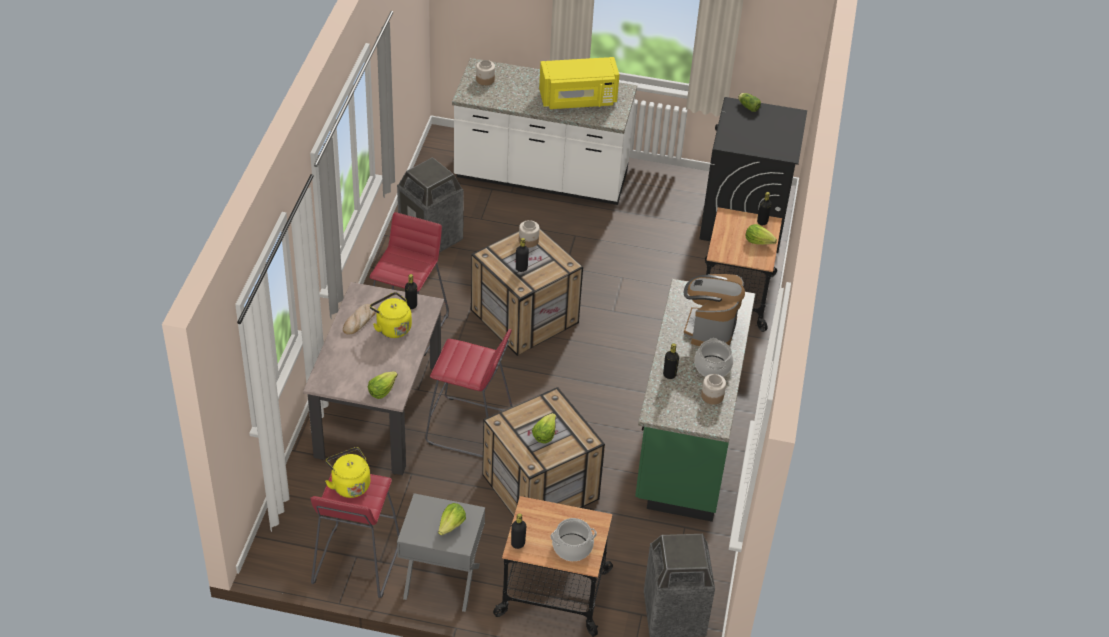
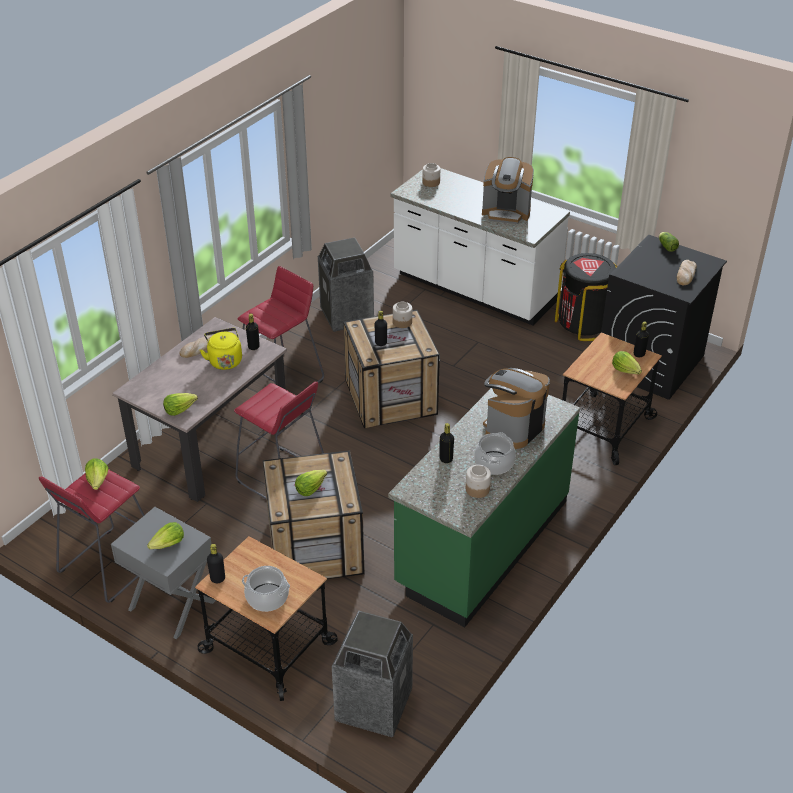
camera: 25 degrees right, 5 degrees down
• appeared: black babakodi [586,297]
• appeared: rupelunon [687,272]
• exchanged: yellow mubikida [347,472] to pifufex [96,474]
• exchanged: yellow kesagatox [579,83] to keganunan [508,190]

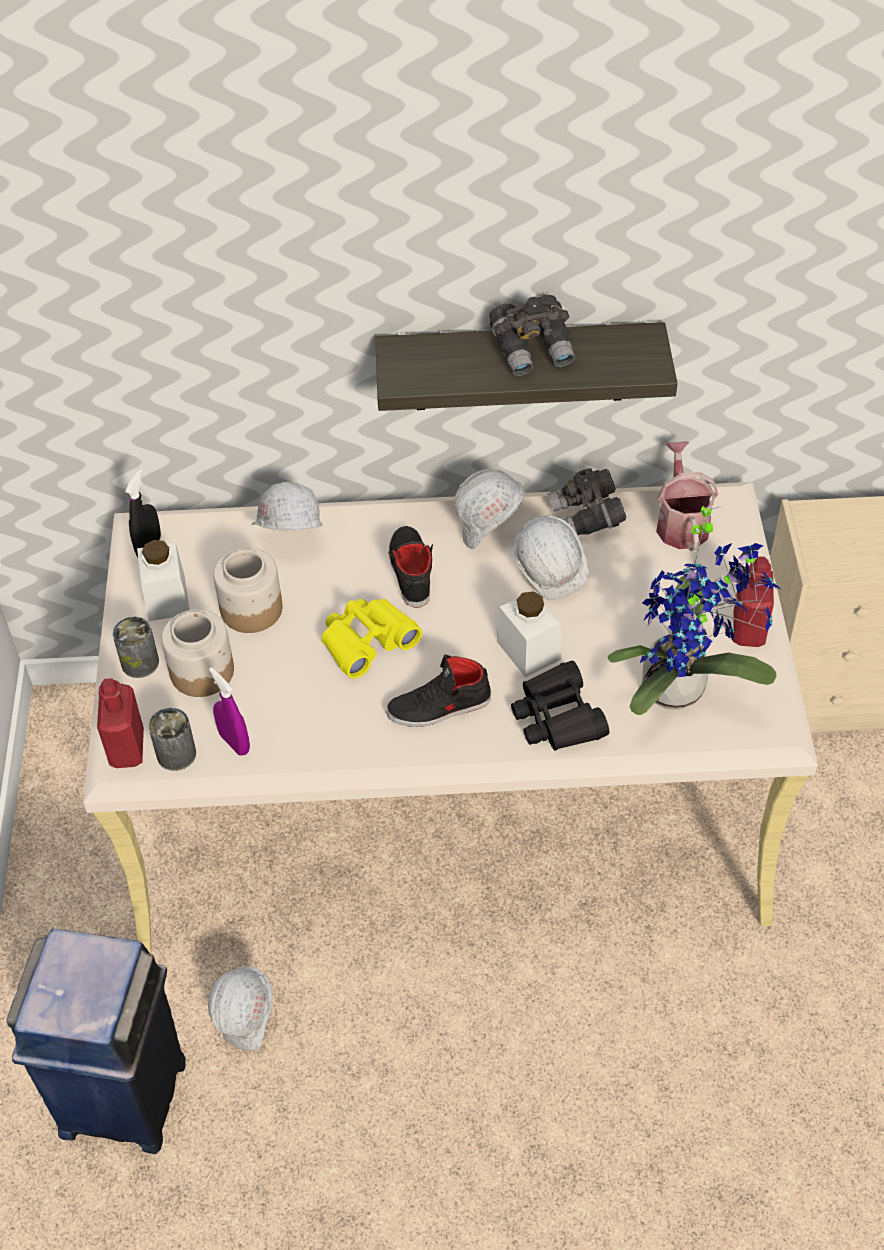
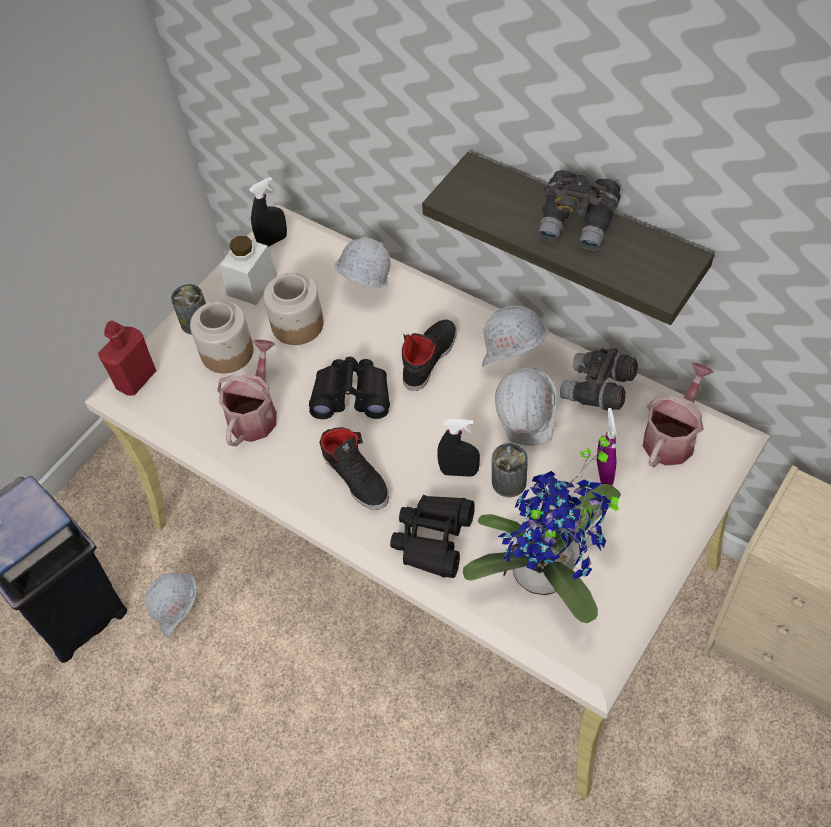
camera: 40 degrees right, 5 degrees up
• missing: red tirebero [753,601]
• appeared: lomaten [247,393]
• relocated: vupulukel [172,739] to [510,470]
• relocated: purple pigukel [229,711] to [607,446]
• exchanged: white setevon [529,634] to black pigukel [458,448]
• colour: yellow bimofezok [371,639] to black bimofezok [349,388]
• spun: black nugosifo [439,690] = [354,468] 150 degrees counterclockwise

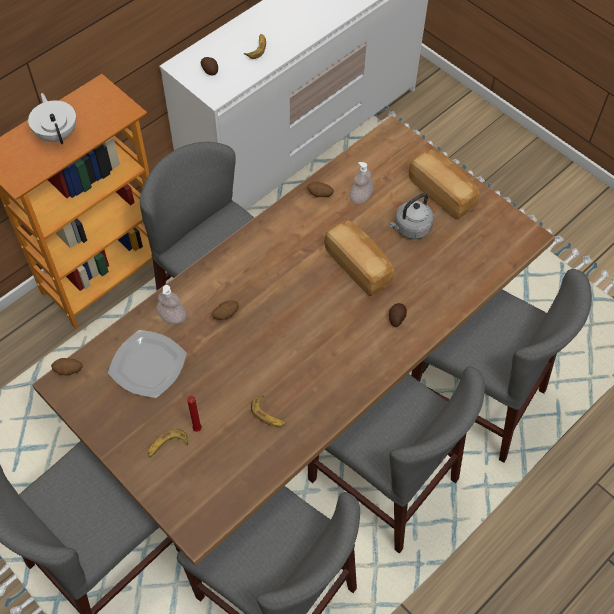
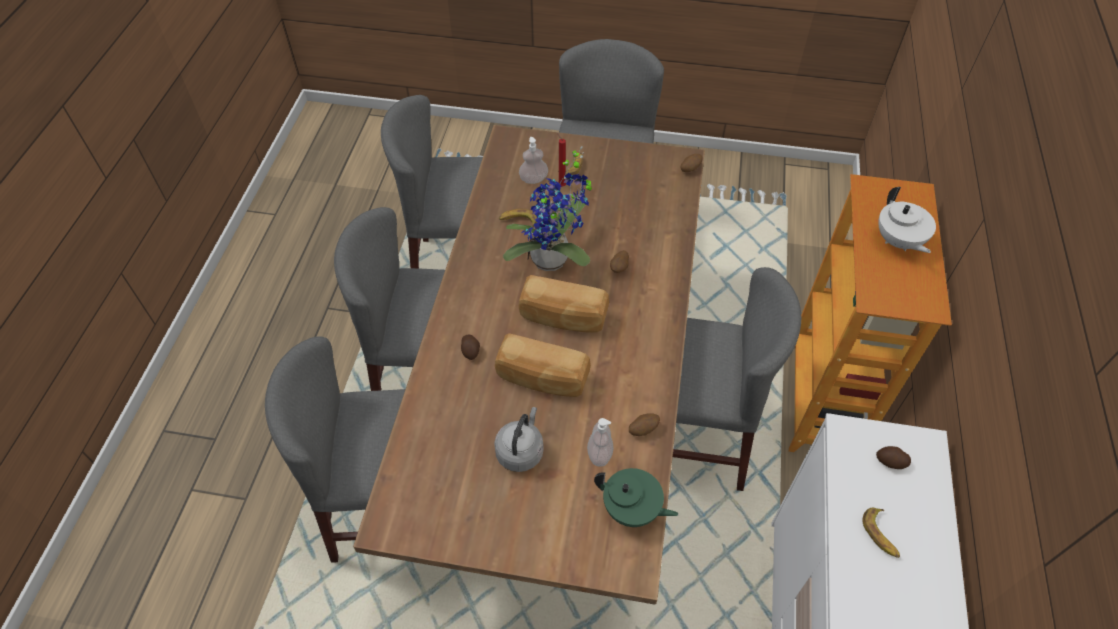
camera: 145 degrees right, 5 degrees down
• missing: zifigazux [147,364]
• appeared: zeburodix [547,208]
• appeared: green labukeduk [636,497]
• relocated: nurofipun [171,304] to [533,160]
• relocated: rupelunon [444,184] to [563,304]
• spun: white labukeduk [52,118] = [907,220] 45 degrees clockwise

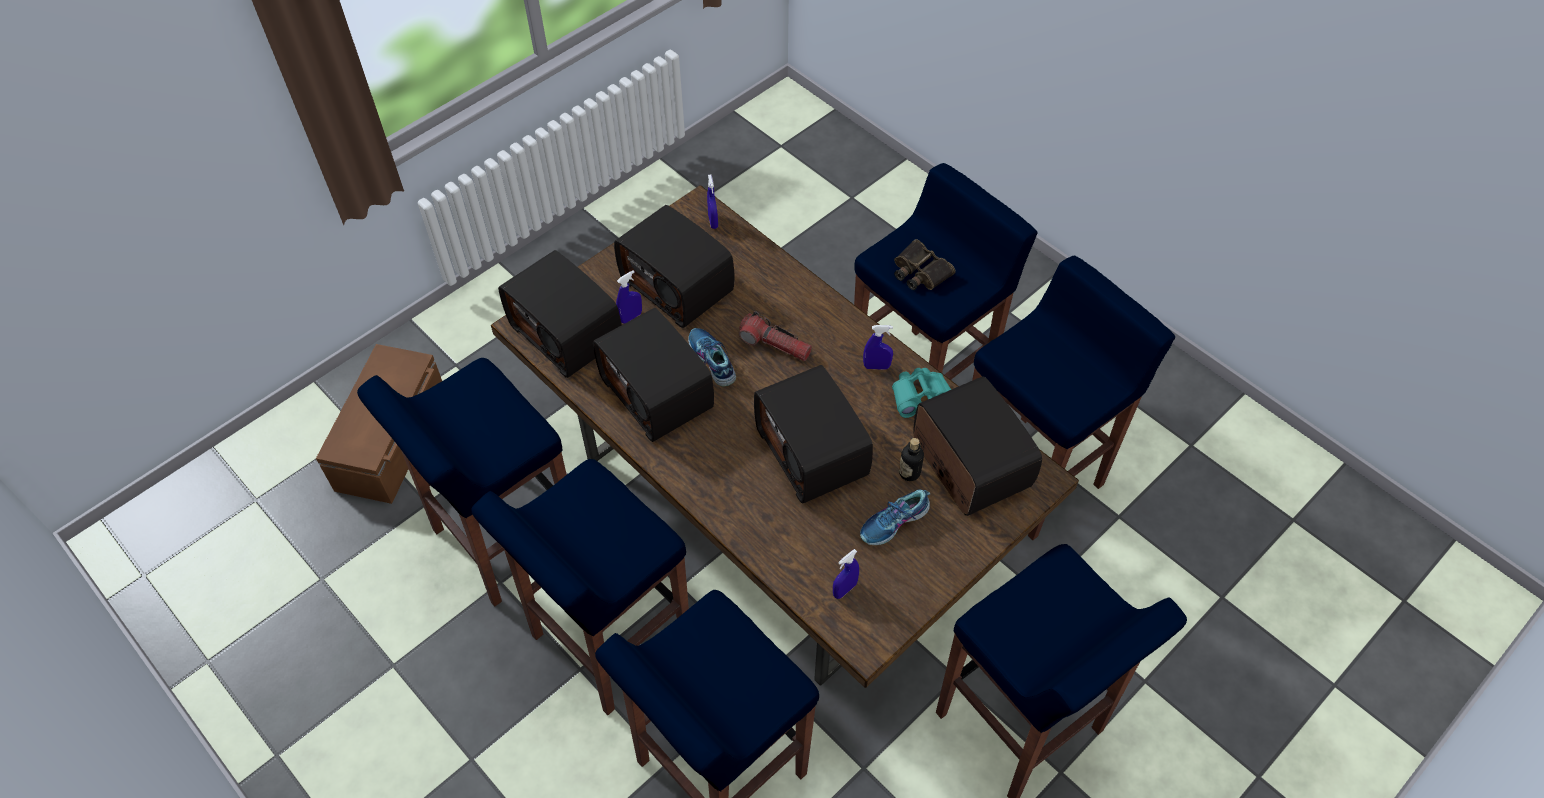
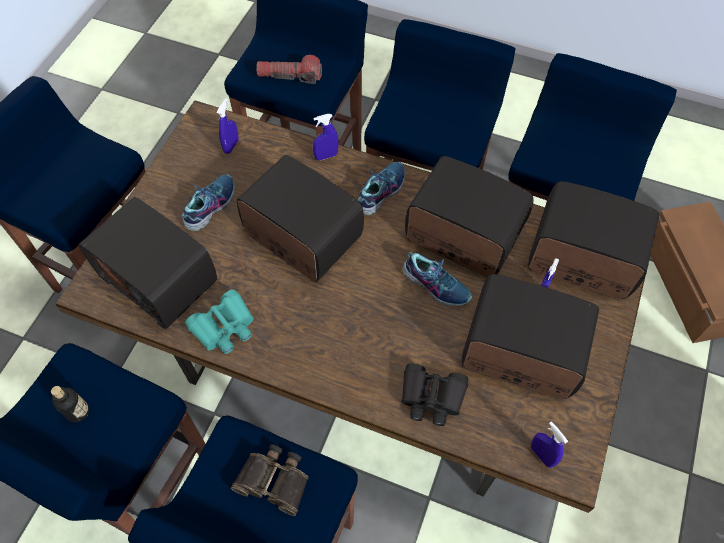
camera: 155 degrees right, 5 degrees up
• appeared: nugosifo [381,189]
• appeared: black bimofezok [434,395]
• relocated: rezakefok [775,336] to [289,69]
• relocated: blue pigukel [878,347] to [326,137]
• relocated: tirebero [911,459] to [70,404]

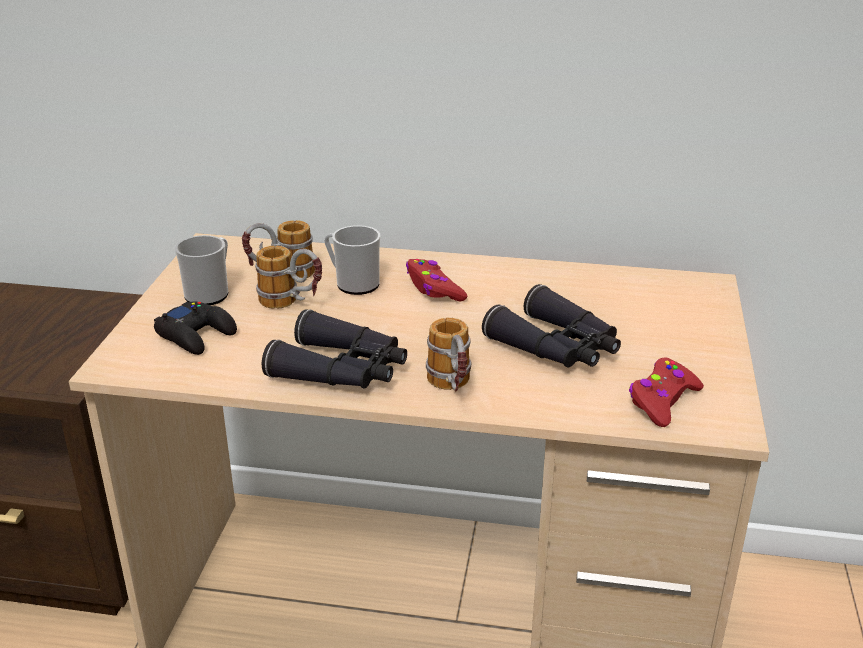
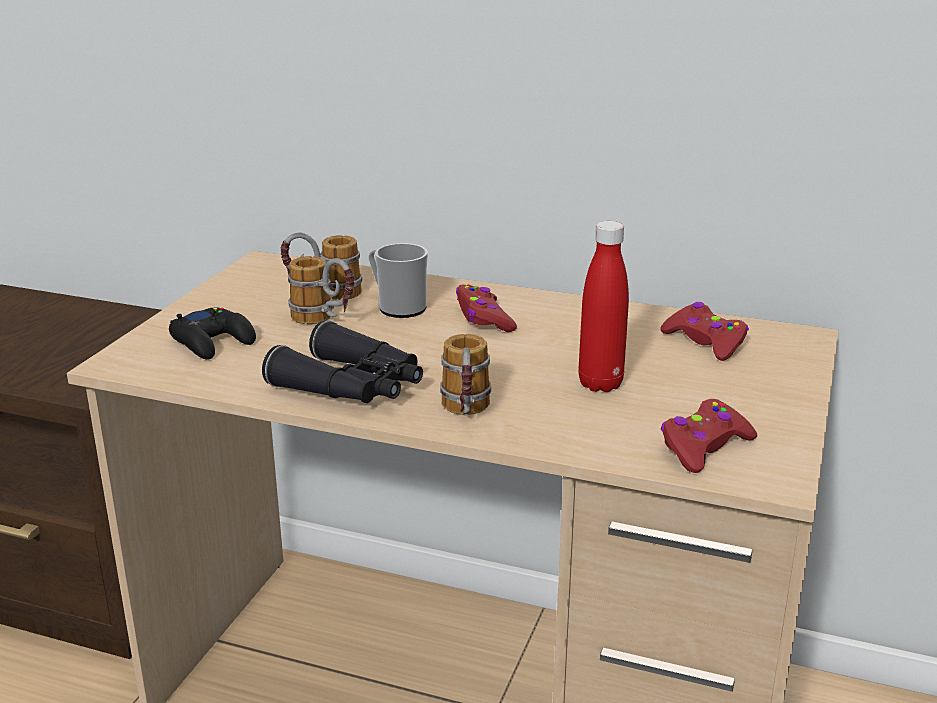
camera: 10 degrees right, 5 degrees down
• missing: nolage [201,270]
• appeared: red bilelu [704,331]
• exchanged: black bimofezok [551,325] to red tirebero [603,306]

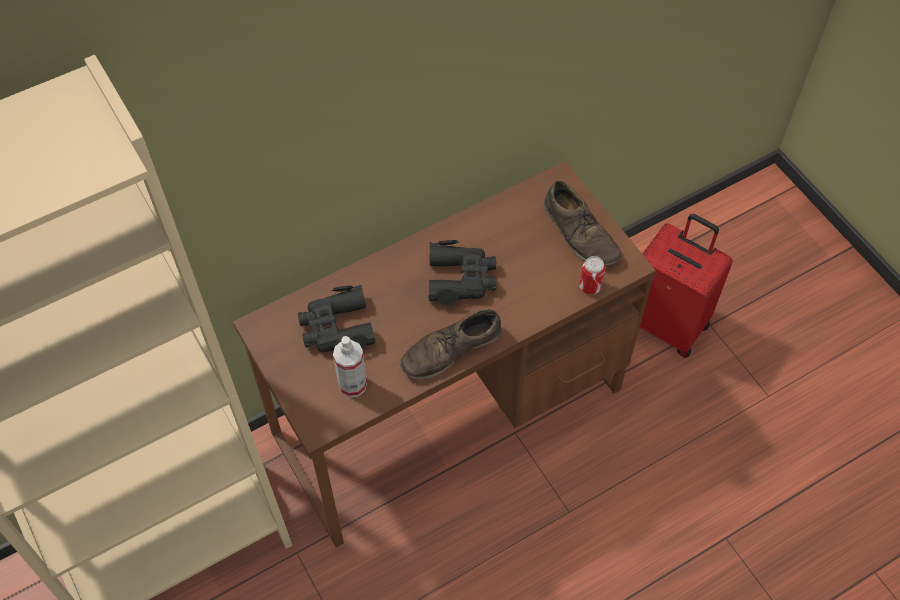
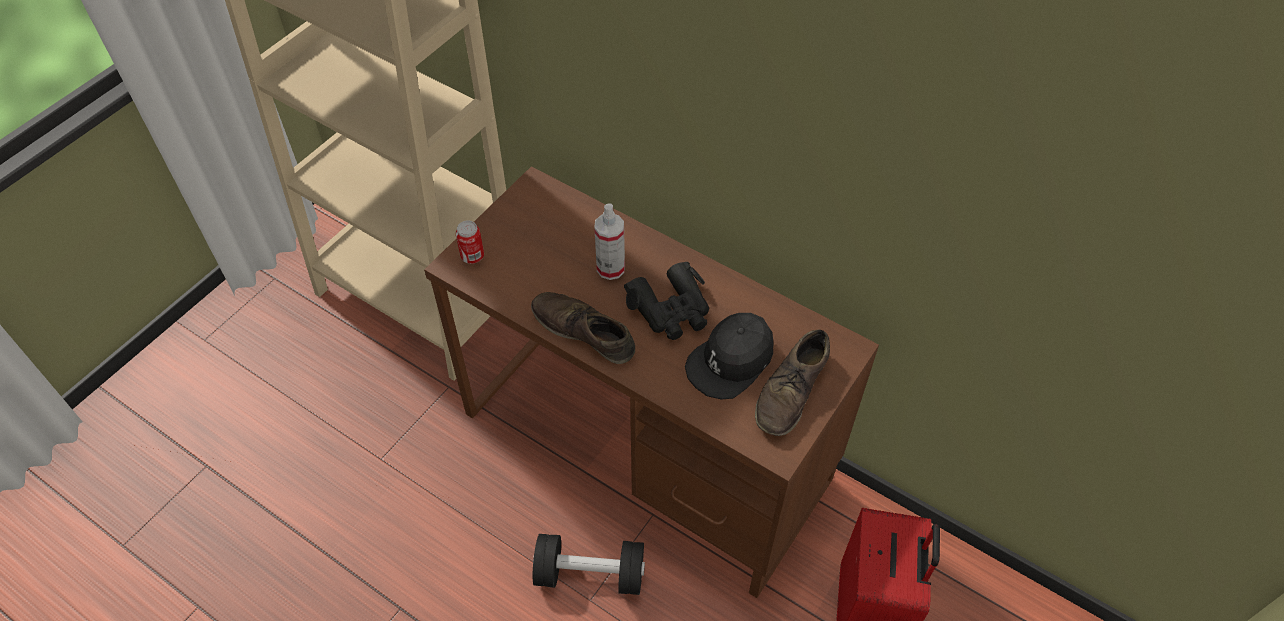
camera: 65 degrees right, 5 degrees down
• missing: black bimofezok [337,318]
• appeared: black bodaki [589,564]
• appeared: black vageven [729,356]
• relocated: pigukel [350,366] to [609,241]
• relocated: vupulukel [592,275] to [470,242]

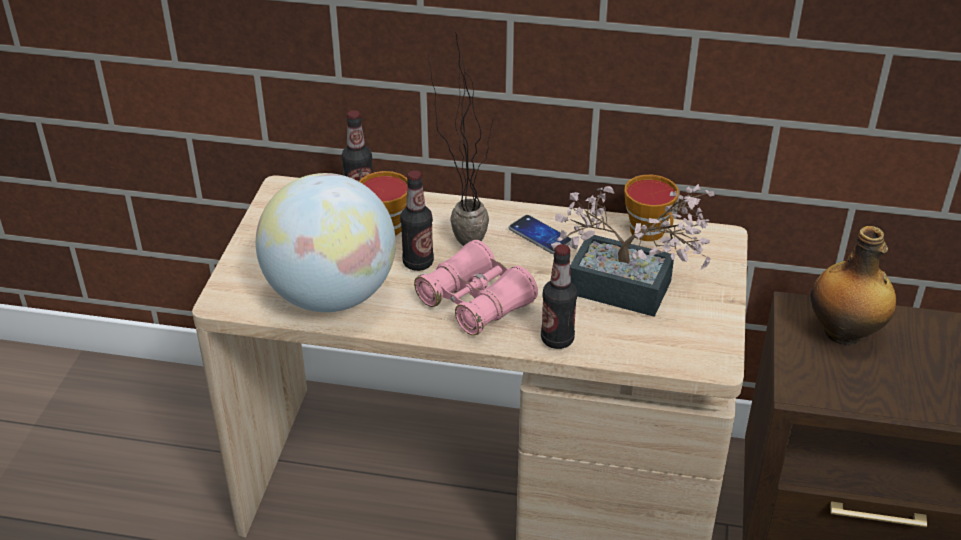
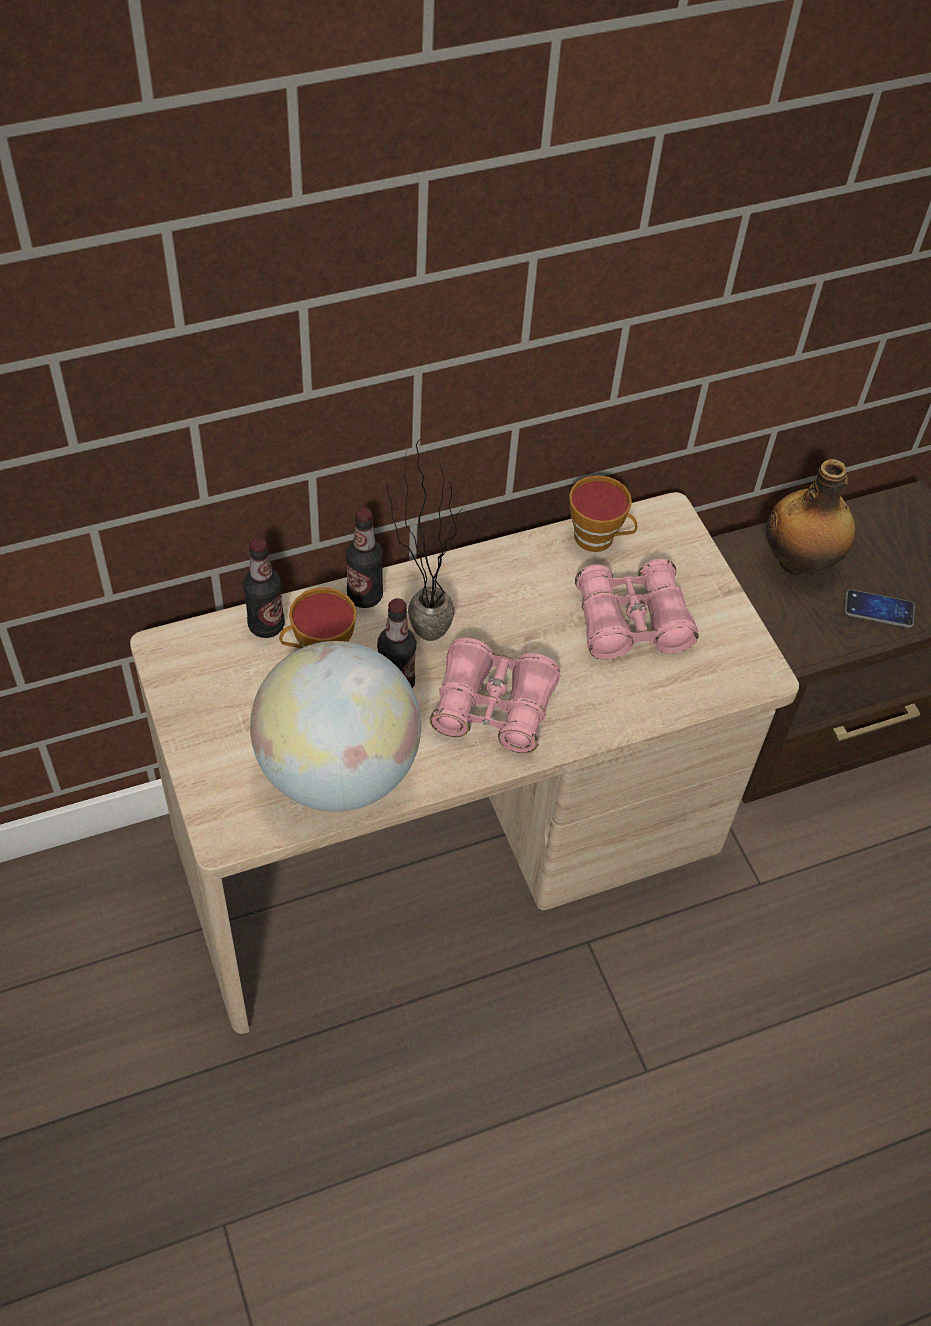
camera: 35 degrees left, 15 degrees up
• relocated: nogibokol [540,234] to [879,608]
• relocated: tirebero [559,296] to [364,558]
• exchanged: zeburodix [633,250] to pink bimofezok [637,609]

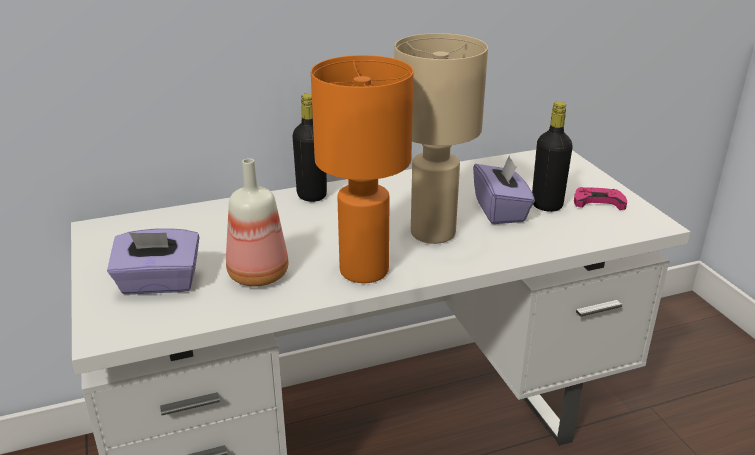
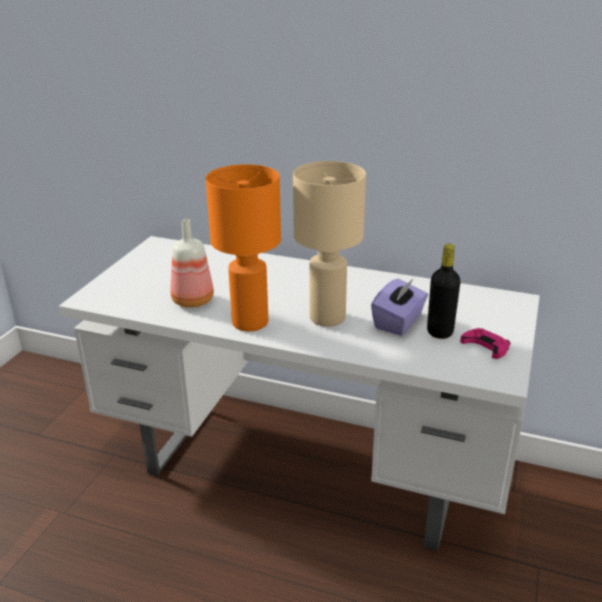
camera: 40 degrees right, 0 degrees up
• missing: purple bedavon [153,261]
• missing: black tirebero [309,148]

